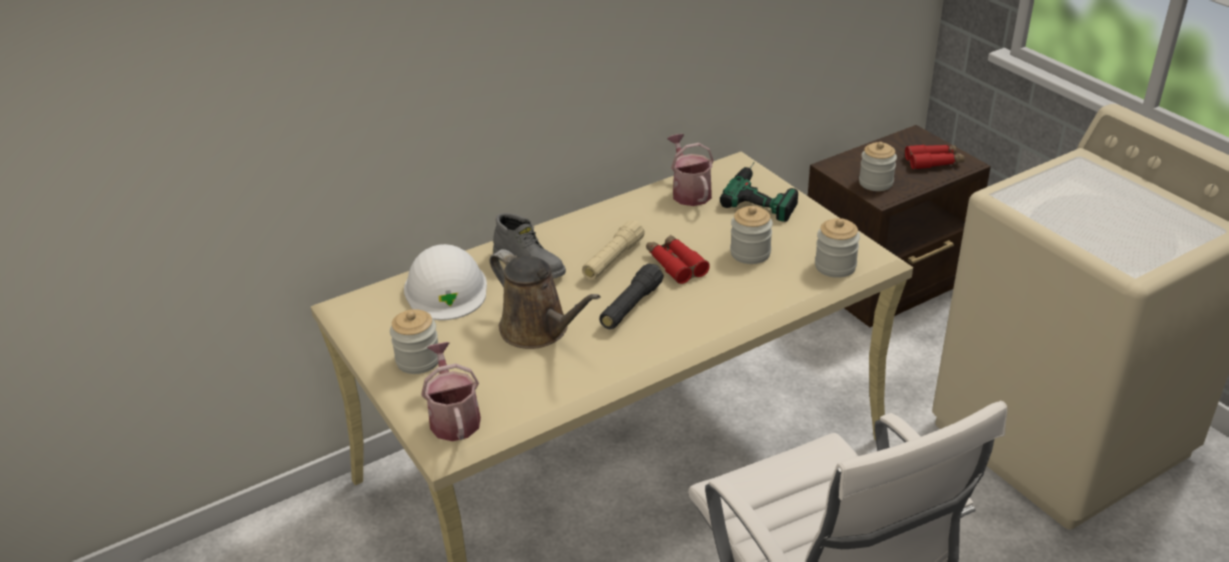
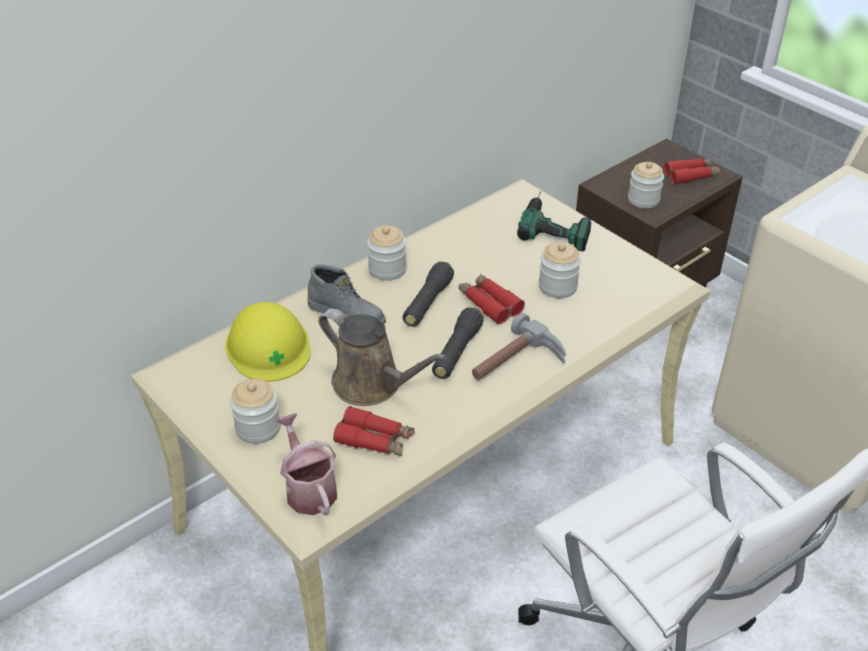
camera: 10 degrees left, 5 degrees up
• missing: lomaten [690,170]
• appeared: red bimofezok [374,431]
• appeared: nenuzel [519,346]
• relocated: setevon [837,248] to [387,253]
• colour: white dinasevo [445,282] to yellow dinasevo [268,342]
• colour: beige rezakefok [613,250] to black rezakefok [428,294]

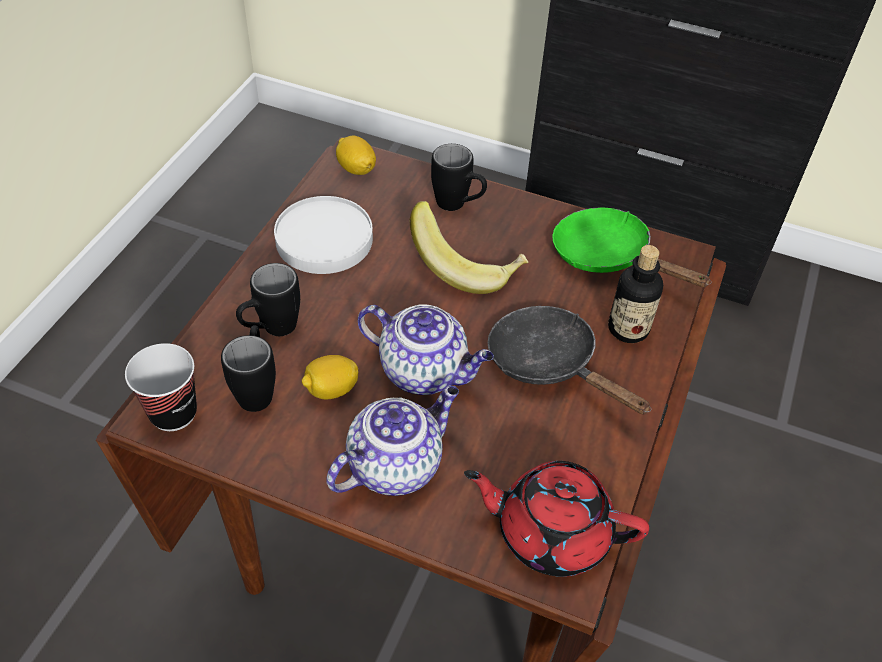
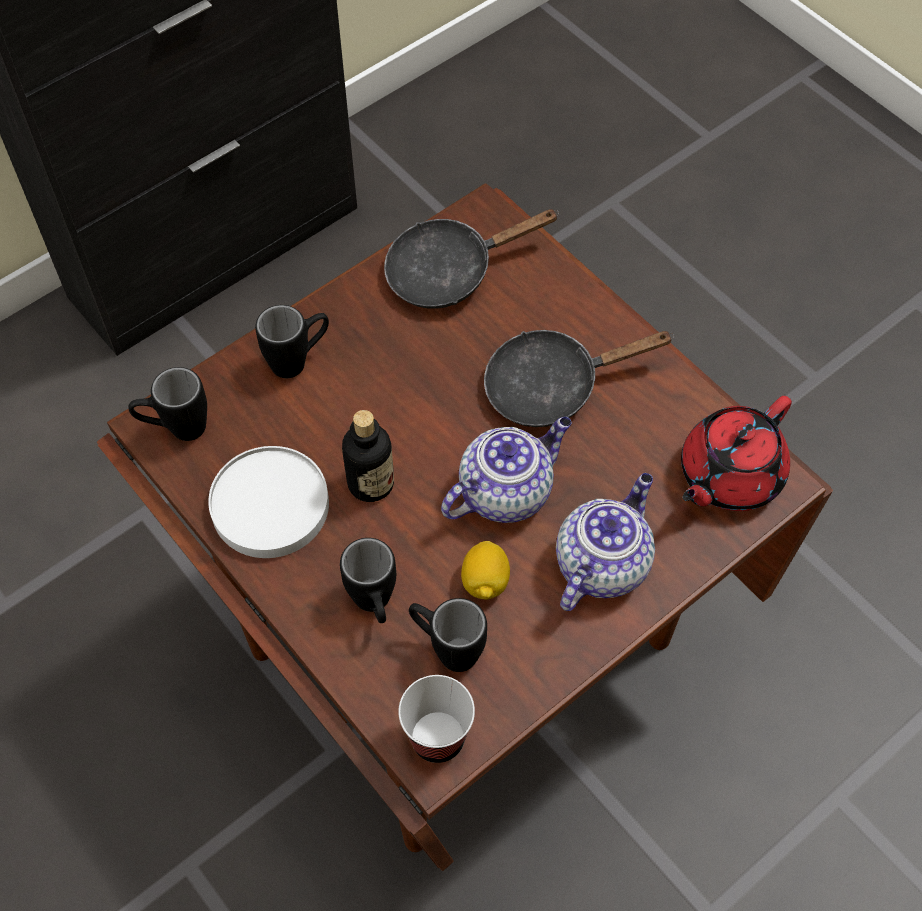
camera: 60 degrees left, 10 degrees up
• missing: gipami [469,247]
• relocated: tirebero [635,294] to [368,456]
• exchanged: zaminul [356,155] to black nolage [167,404]
• colour: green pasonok [632,247] to black pasonok [471,259]
• spun: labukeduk [392,441] = [605,542] 45 degrees clockwise

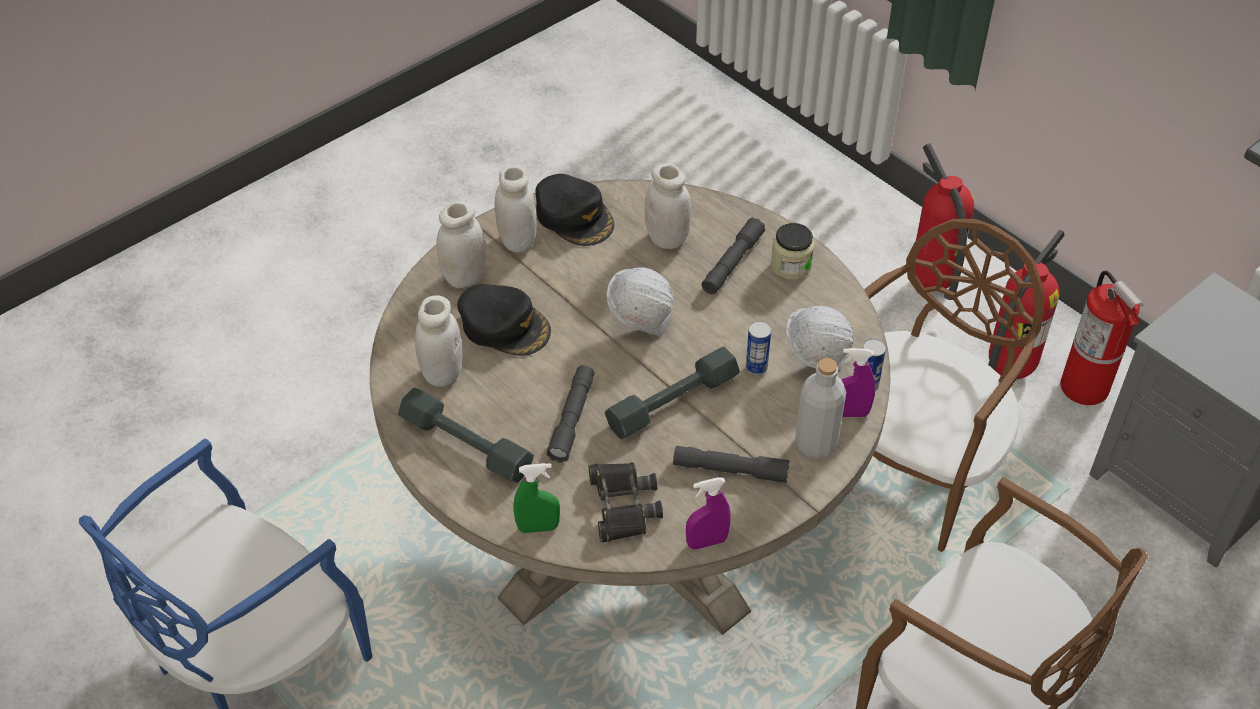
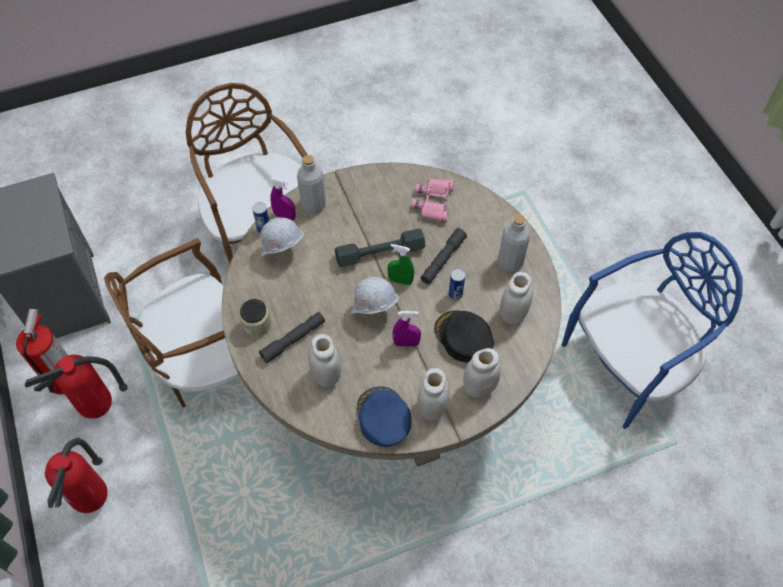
camera: 160 degrees left, 10 degrees up
• missing: grey rezakefok [731,464]
• relocated: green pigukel [537,498] to [400,264]
• relocated: purple pigukel [708,513] to [406,329]
• relocated: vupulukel [758,348] to [457,284]
• exchanged: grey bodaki [466,435] to grey tirebero [514,243]
• colour: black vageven [575,210] to blue vageven [384,416]
• colour: black bimofezok [626,502] to pink bimofezok [433,200]

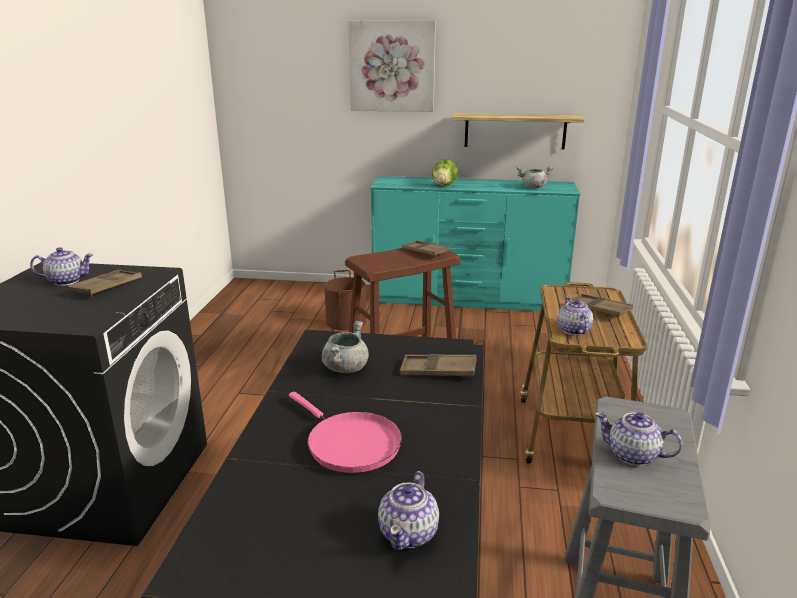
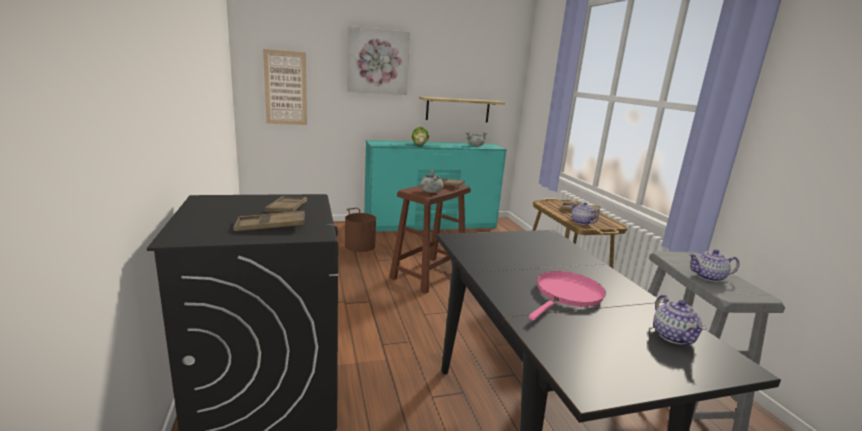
camera: 25 degrees left, 5 degrees down
• missing: labukeduk [61,266]
• appeared: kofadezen [285,87]
• relocated: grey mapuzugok [345,346] to [431,181]
• relocated: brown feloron [438,365] to [269,221]
• spun: pink pasonok [345,432] = [567,295] 75 degrees counterclockwise

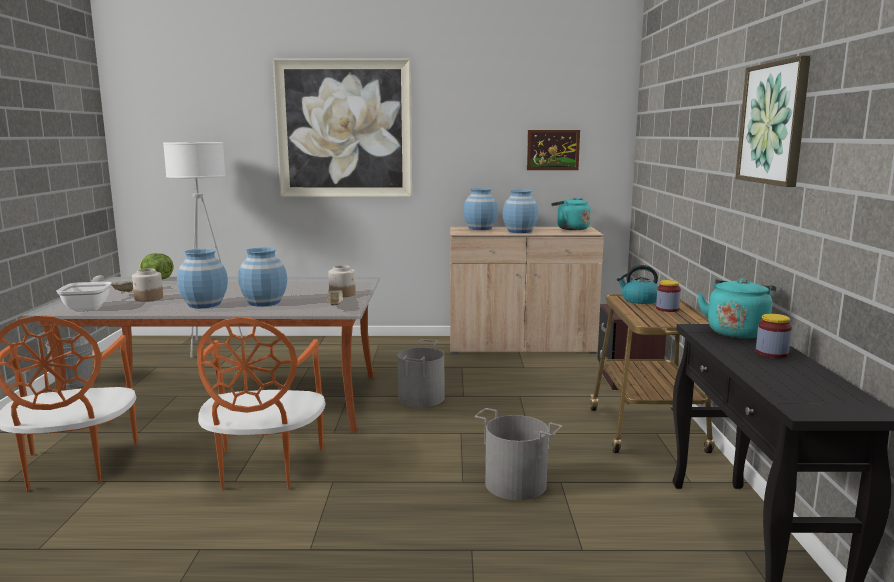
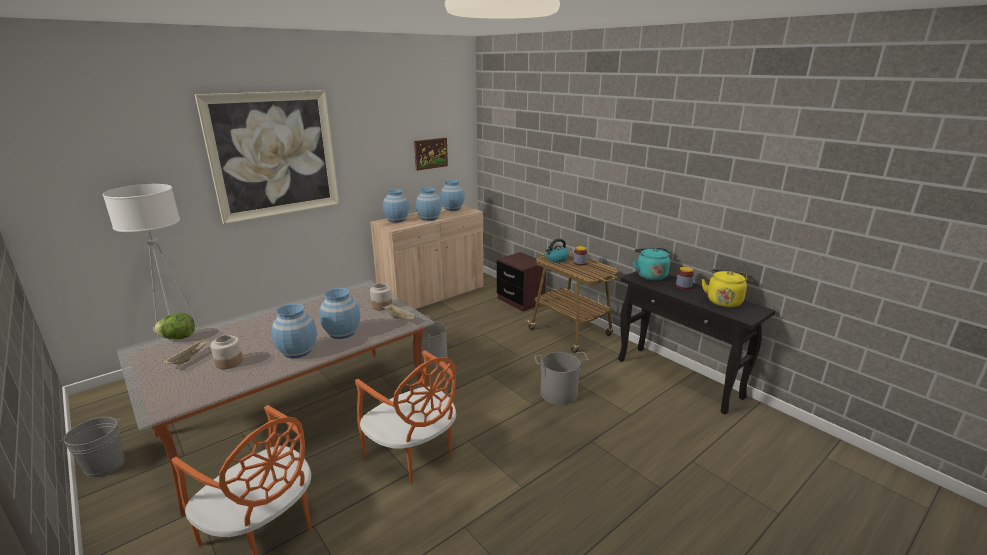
camera: 40 degrees left, 10 degrees up
• missing: pasonok [83,292]
• missing: kofadezen [773,121]
• appeared: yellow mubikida [724,288]
• exchanged: turquoise mubikida [571,213] to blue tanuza [452,195]

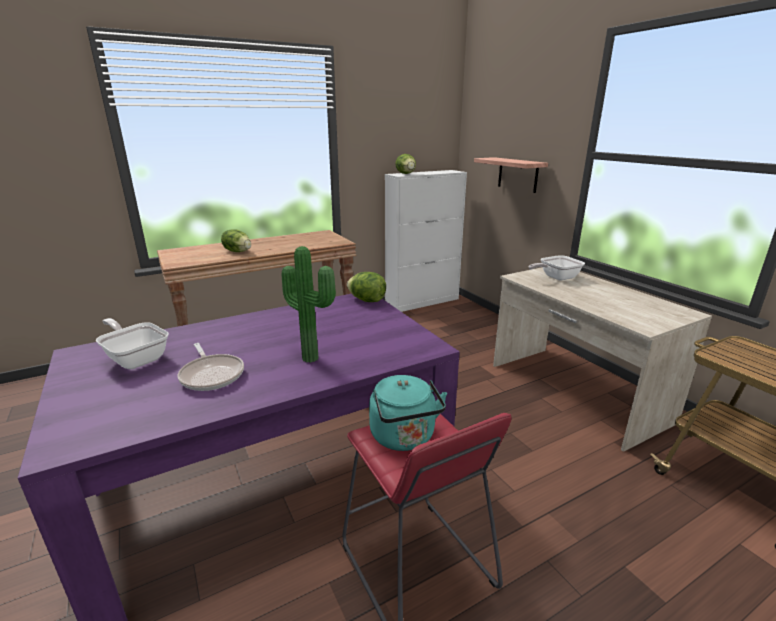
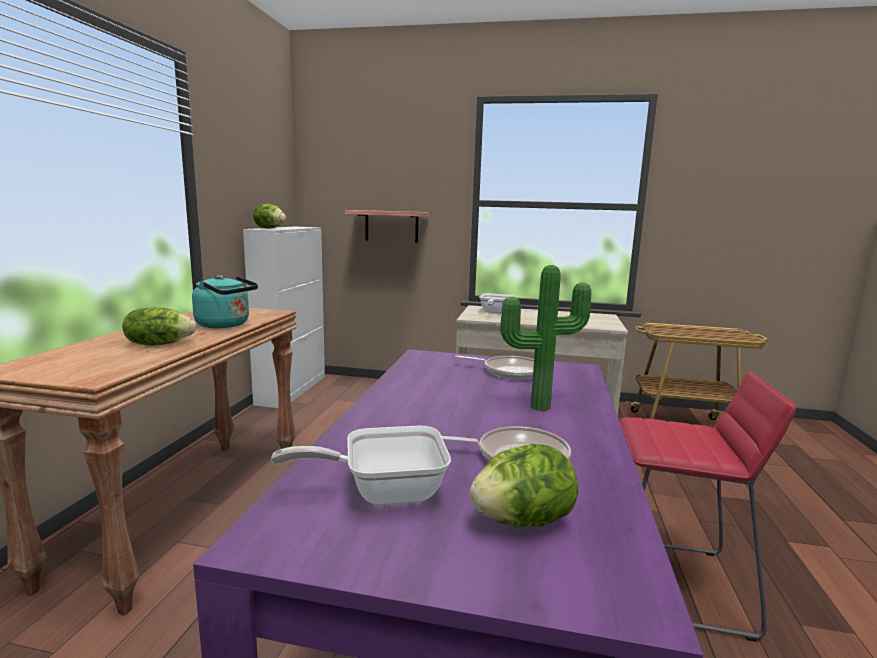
camera: 50 degrees left, 10 degrees down
• appeared: pasonok [494,367]
• relocated: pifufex [366,287] to [523,485]
• relocated: turquoise mubikida [408,413] to [225,301]

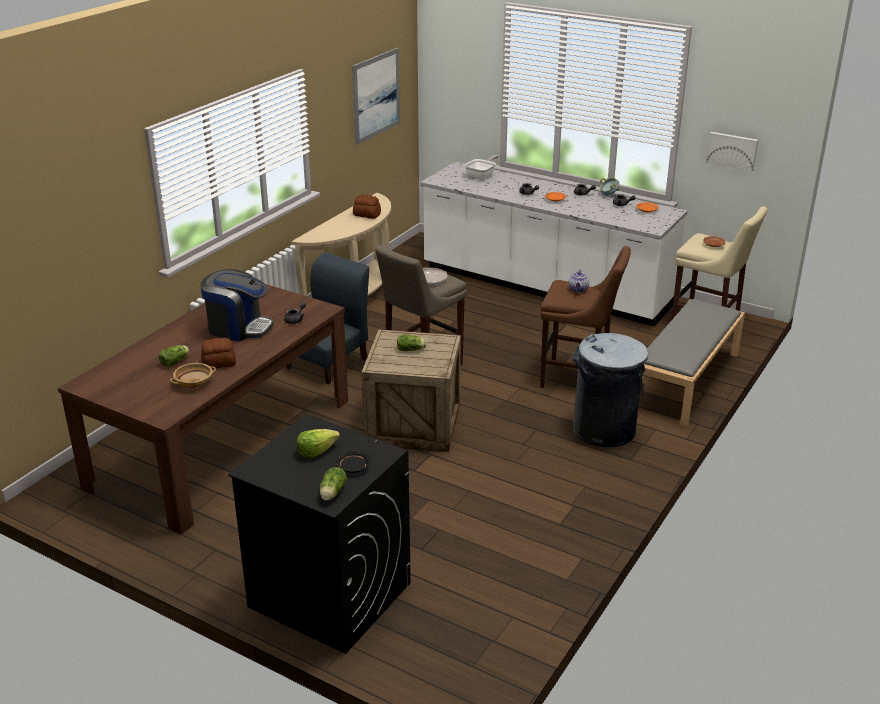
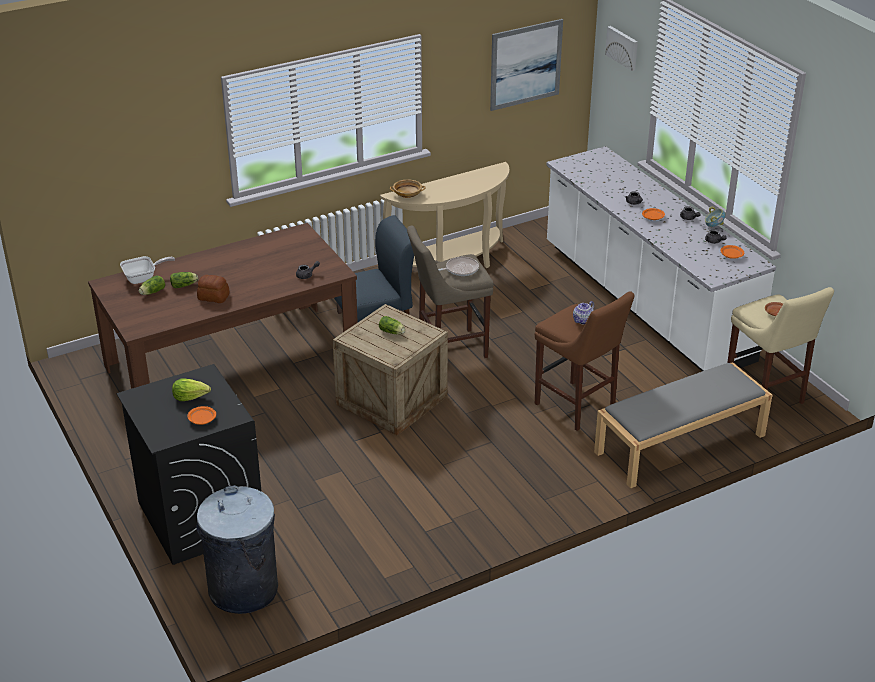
camera: 30 degrees right, 5 degrees up
• missing: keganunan [237,305]
• missing: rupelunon [367,207]
• relocated: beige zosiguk [193,375] to [408,189]
• relocated: pifufex [333,484] to [152,285]
• relocated: pasonok [481,167] to [147,270]
• relocated: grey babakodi [610,390] to [237,549]
• relocated: kofadezen [732,151] to [621,48]
• colour: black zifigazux [353,462] to orange zifigazux [201,415]

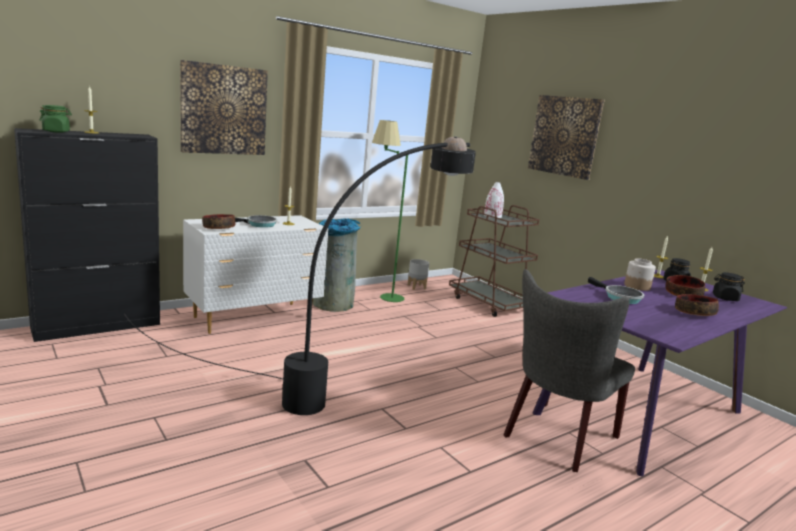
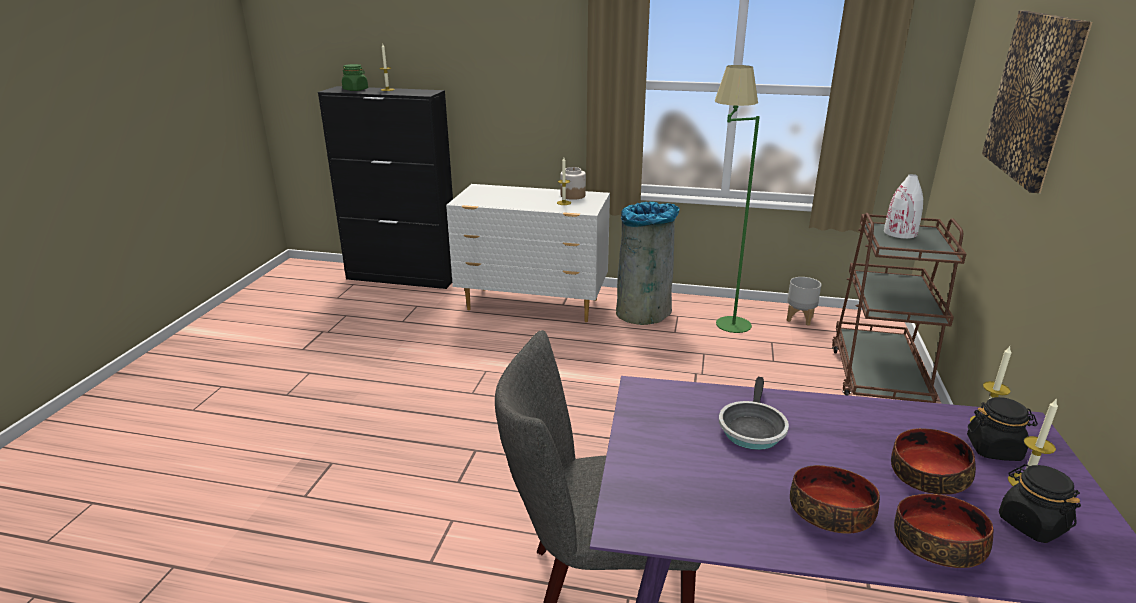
camera: 50 degrees right, 10 degrees up
• missing: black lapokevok [300,276]
• missing: kofadezen [224,107]
• missing: pasonok [256,221]
• relocated: zosiguk [219,221] to [943,531]
• relocated: setevon [640,274] to [573,183]

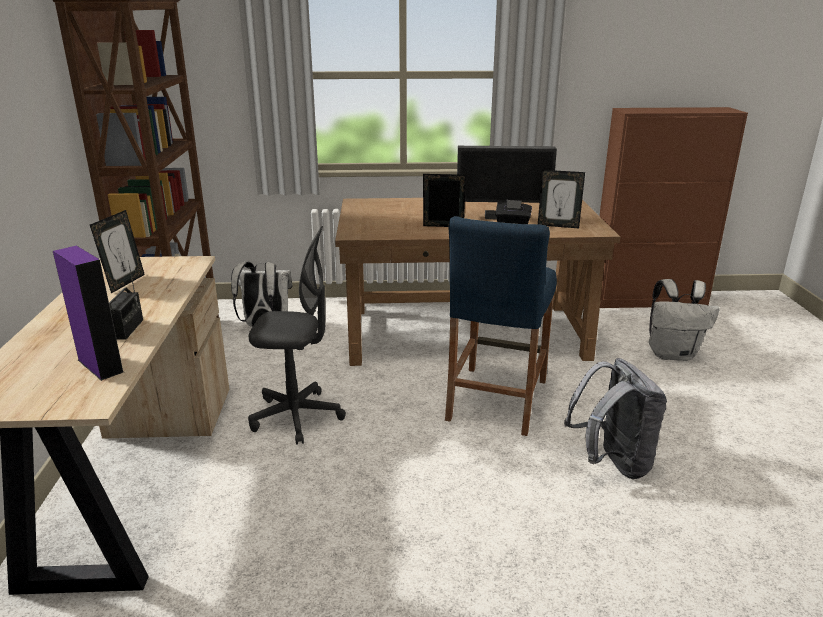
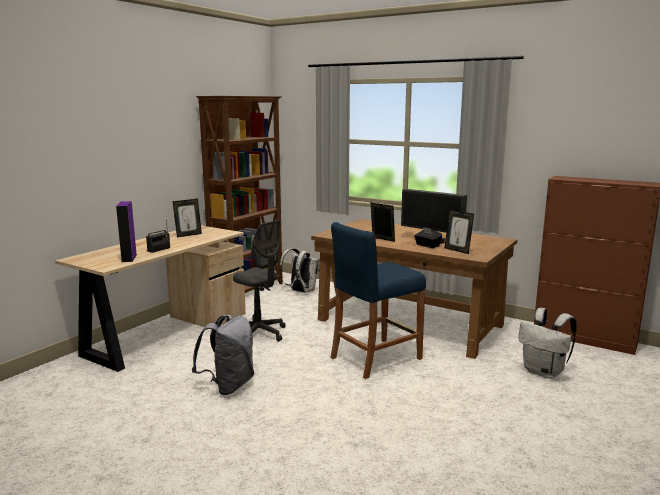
camera: 35 degrees right, 10 degrees down
• relocated: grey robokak [615,418] to [223,355]

